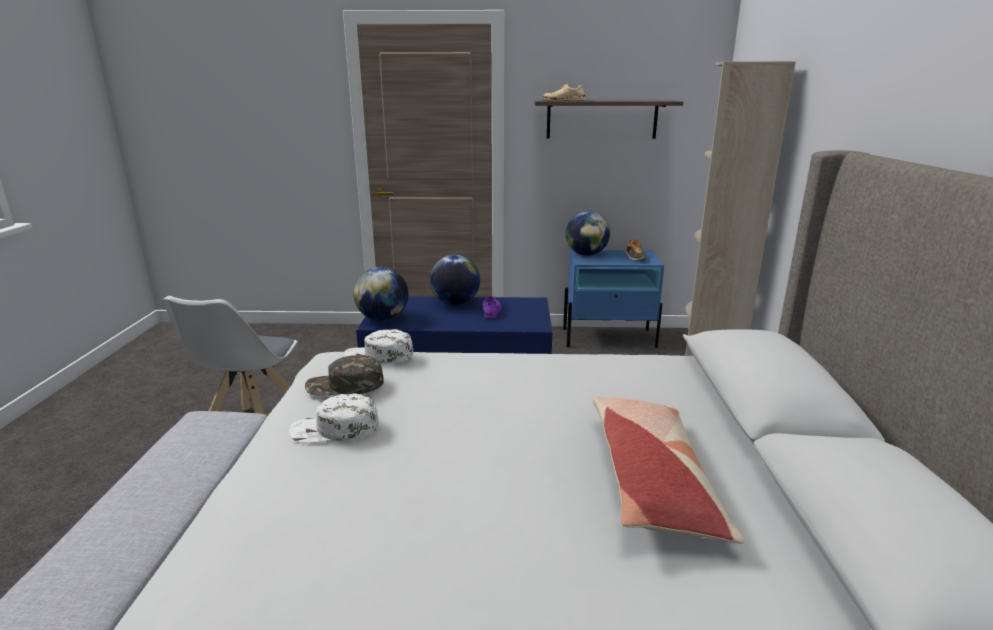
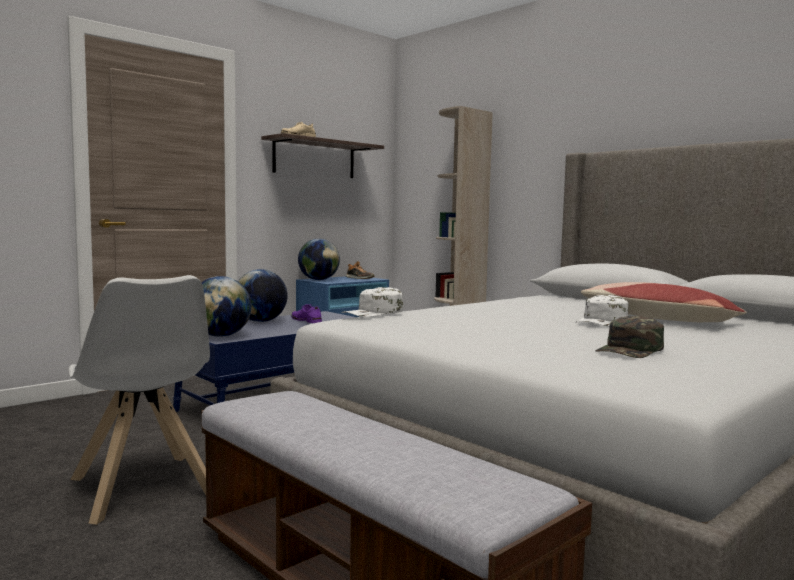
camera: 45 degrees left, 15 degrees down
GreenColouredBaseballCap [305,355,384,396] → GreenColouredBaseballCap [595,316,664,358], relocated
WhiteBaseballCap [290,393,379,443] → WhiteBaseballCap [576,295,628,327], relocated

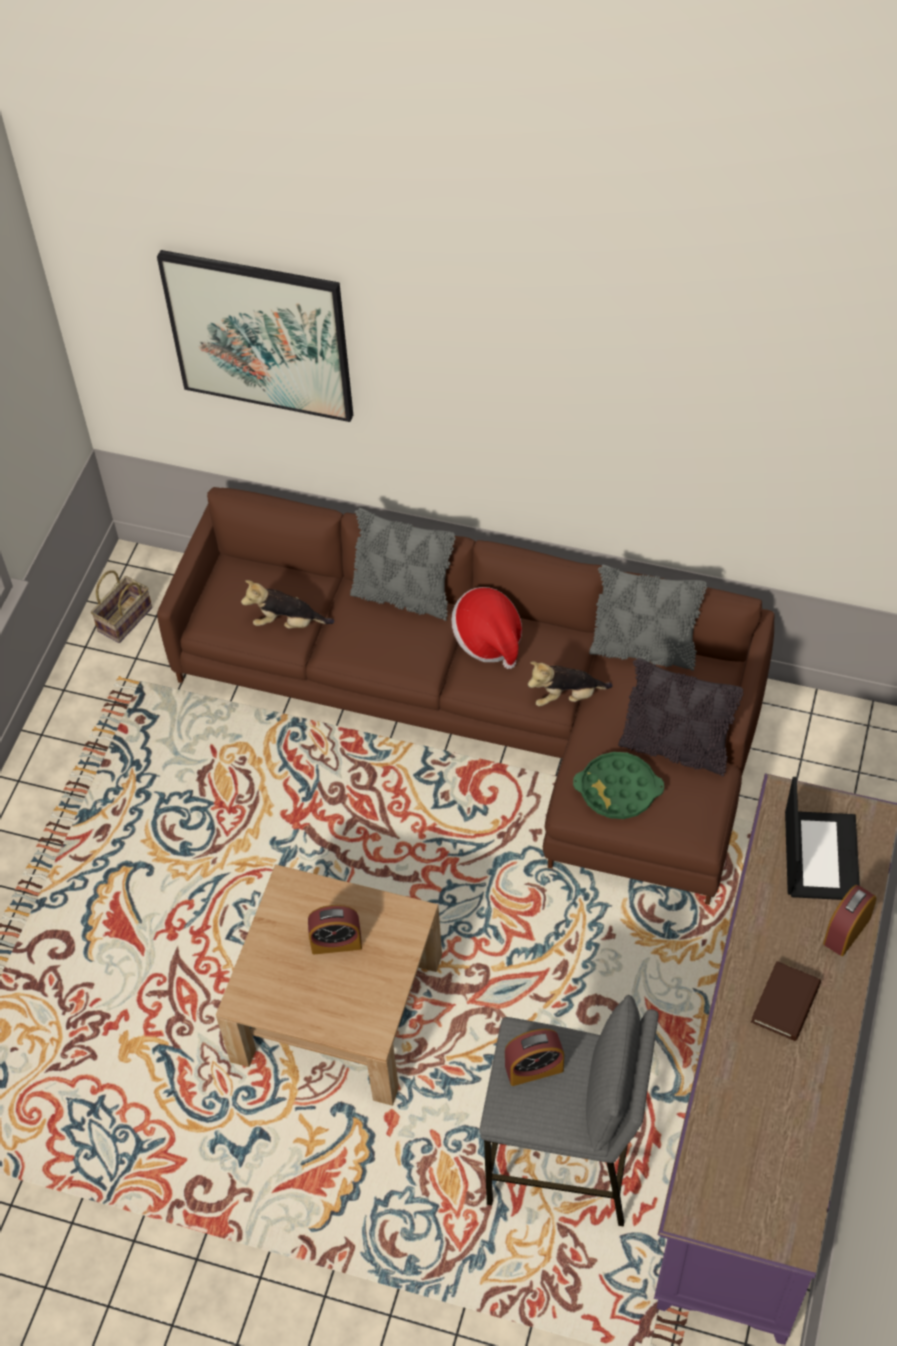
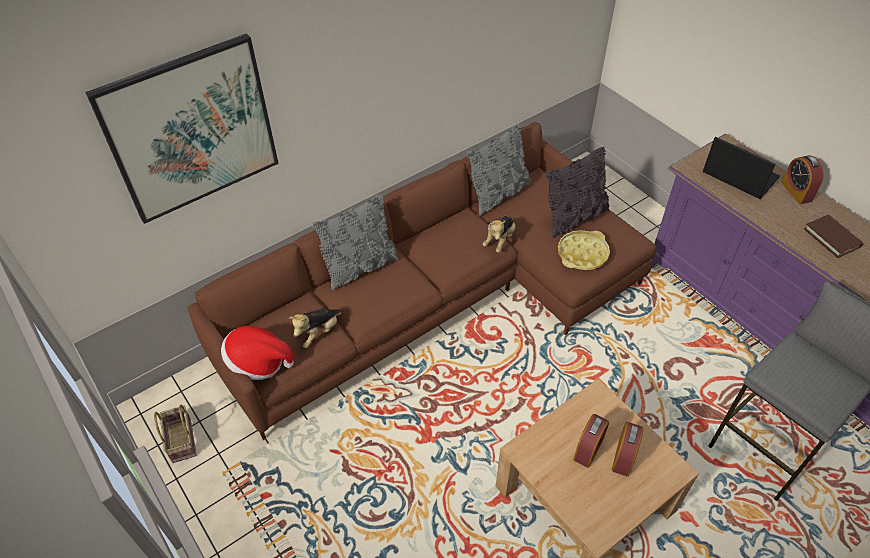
camera: 55 degrees left, 5 degrees down
ClothingHat [451,587,522,669] → ClothingHat [221,326,294,380], relocated
GreenColouredCarryingTray [573,752,664,819] → YellowishCarryingTray [558,230,610,270]
BedsideClock [505,1029,564,1086] → BedsideClock [612,422,643,477], relocated

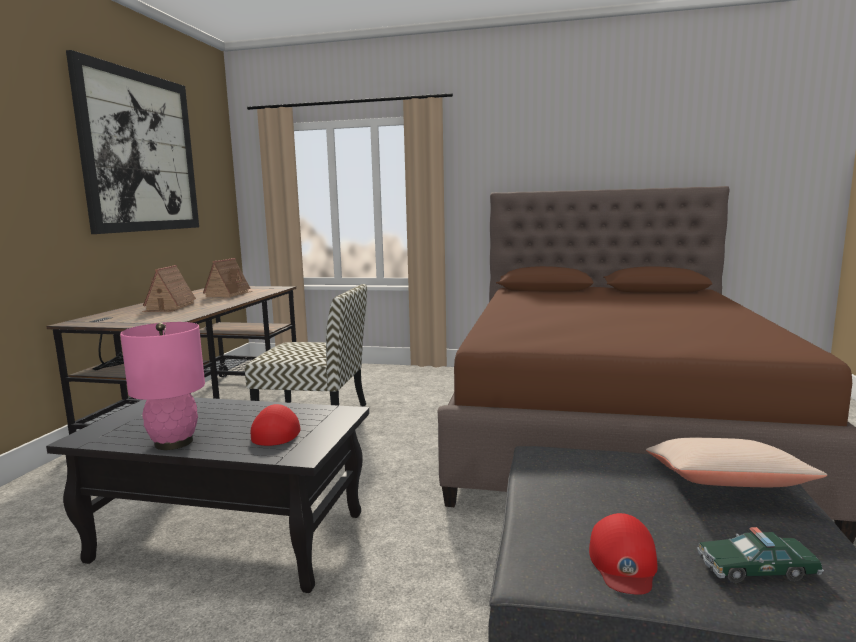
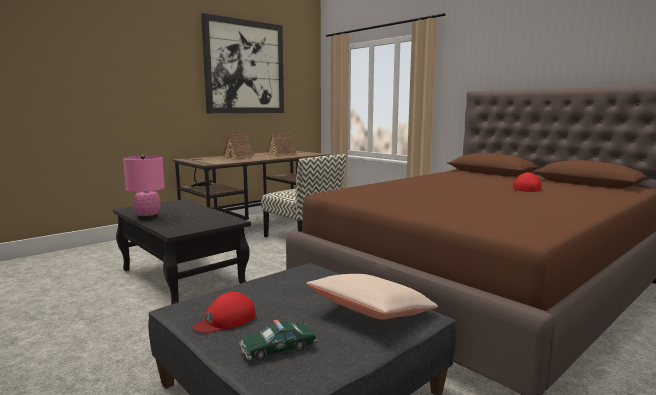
camera: 35 degrees right, 0 degrees up
RedColouredBaseballCap [251,404,301,446] → RedColouredBaseballCap [513,172,542,192], relocated
MiniatureCar [697,527,824,583] → MiniatureCar [239,319,317,361], 60 degrees counterclockwise

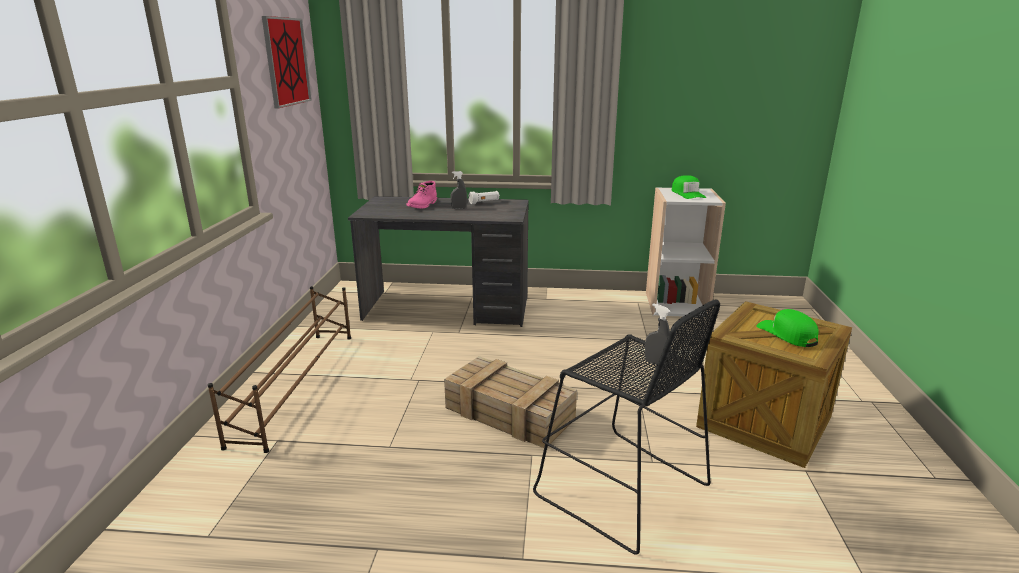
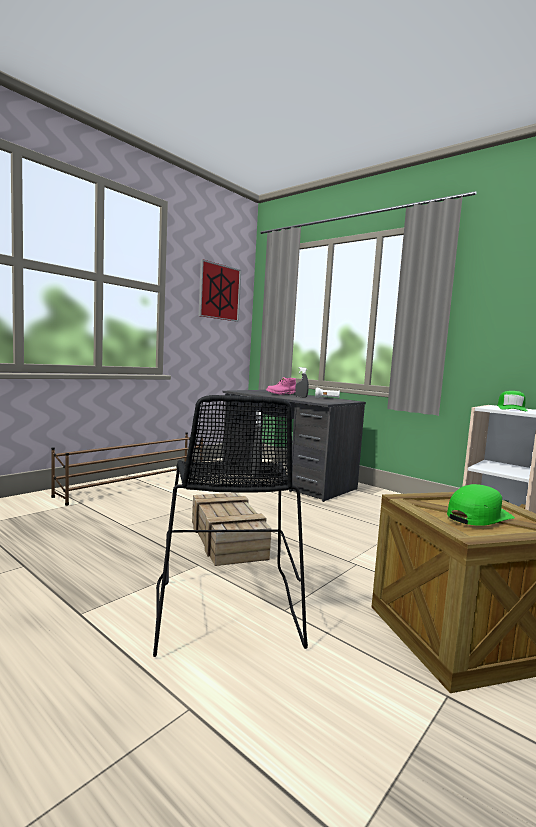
camera: 35 degrees right, 15 degrees down
GreenColouredBaseballCap [756,309,819,347] → GreenColouredBaseballCap [447,484,515,526], 45 degrees clockwise

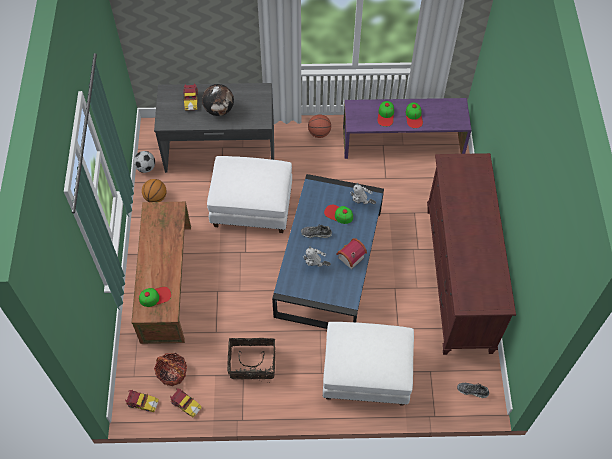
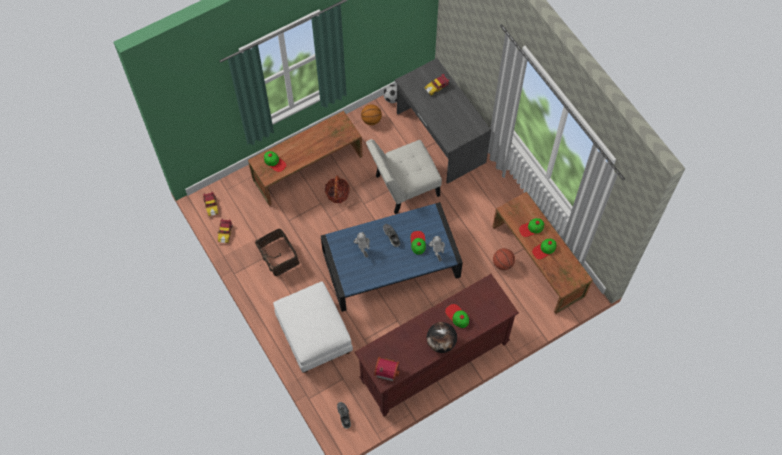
camera: 60 degrees right, 5 degrees up
Globe [202,84,234,116] → Globe [427,322,457,353], relocated
PurpleColouredIndoorBench [343,98,471,159] → BrownIndoorBench [493,192,593,314]
Basketball [308,114,331,138] → Basketball [493,248,515,270], relocated
WhitePouffe [207,156,292,233] → WhiteUprightChair [366,139,442,214]
MiniatureHouse [336,238,367,269] → MiniatureHouse [374,357,400,381], relocated
Basket [154,353,187,386] → Basket [325,176,350,203], relocated
- → BaseballCap [445,304,469,328]

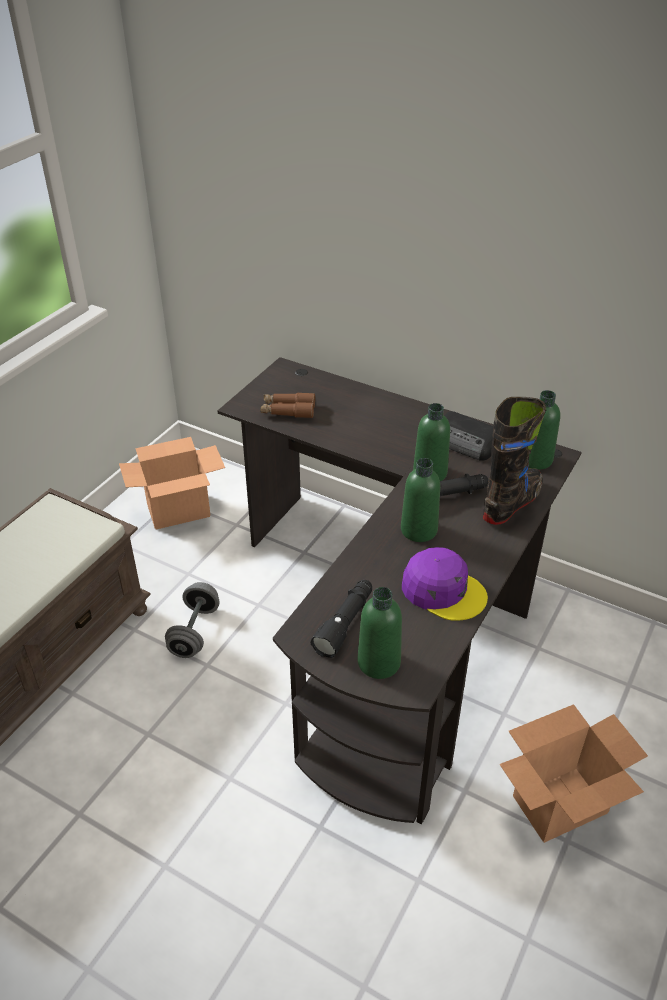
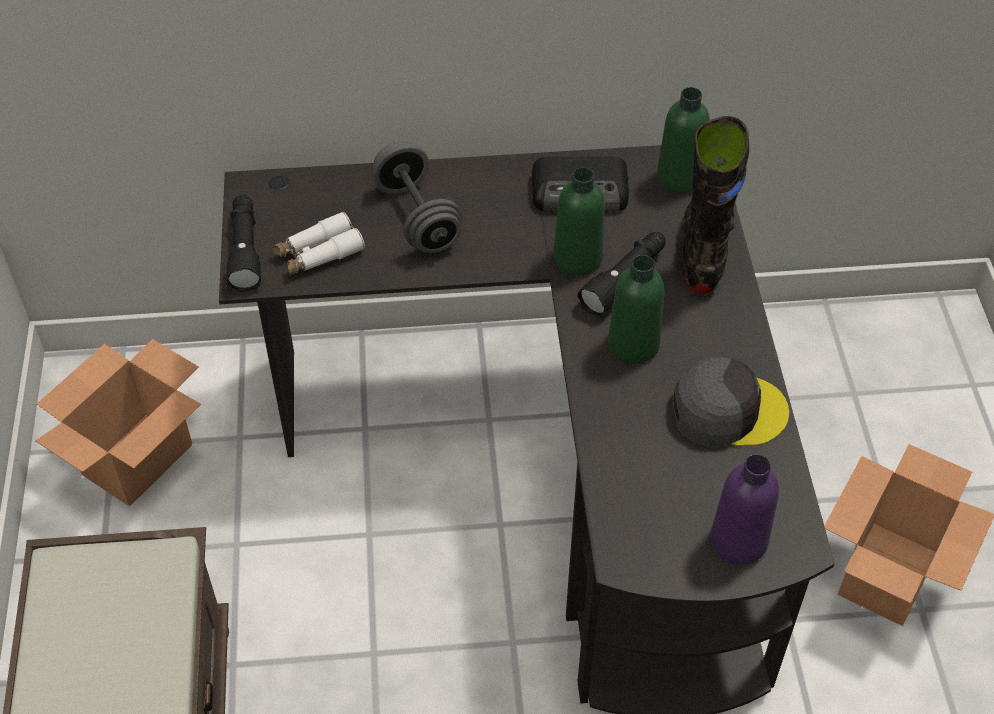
camera: 35 degrees left, 10 degrees up
BrownFieldGlasses [260,393,315,418] → WhiteFieldGlasses [272,212,365,276]
PurpleColouredBaseballCap [402,547,488,621] → GreyBaseballCap [672,356,789,446]
BlackColouredHandTorch [310,580,372,658] → BlackColouredHandTorch [227,195,261,292], relocated
GreyHandWeight [165,582,220,658] → GreyHandWeight [372,141,462,253], relocated
GreenColouredDrinkBottle [358,587,402,679] → PurpleColouredDrinkBottle [710,454,779,565]

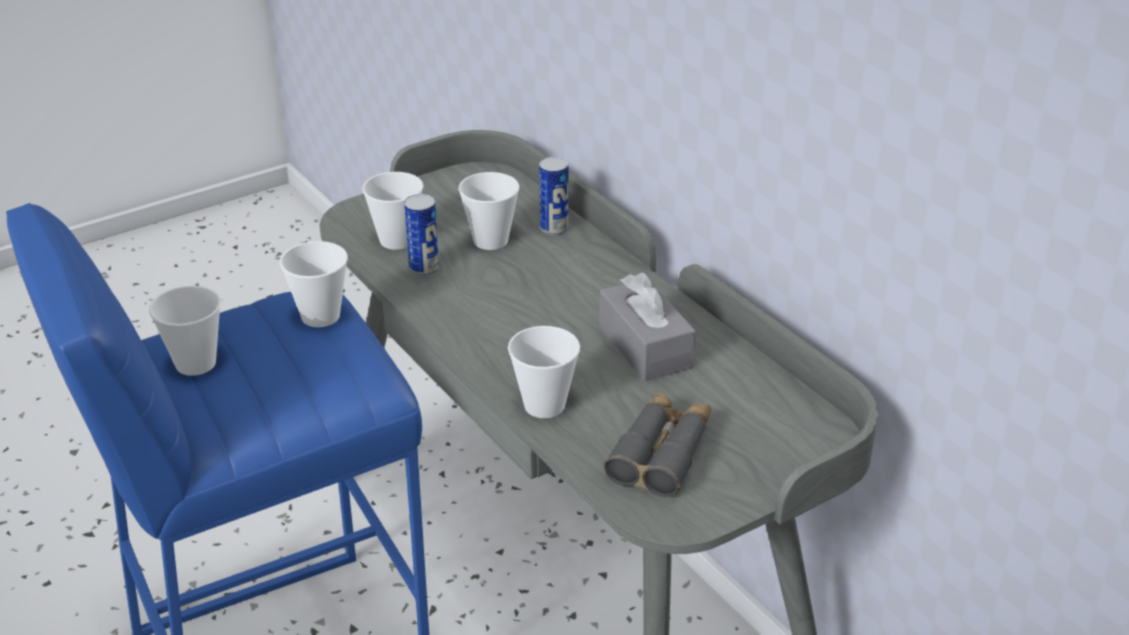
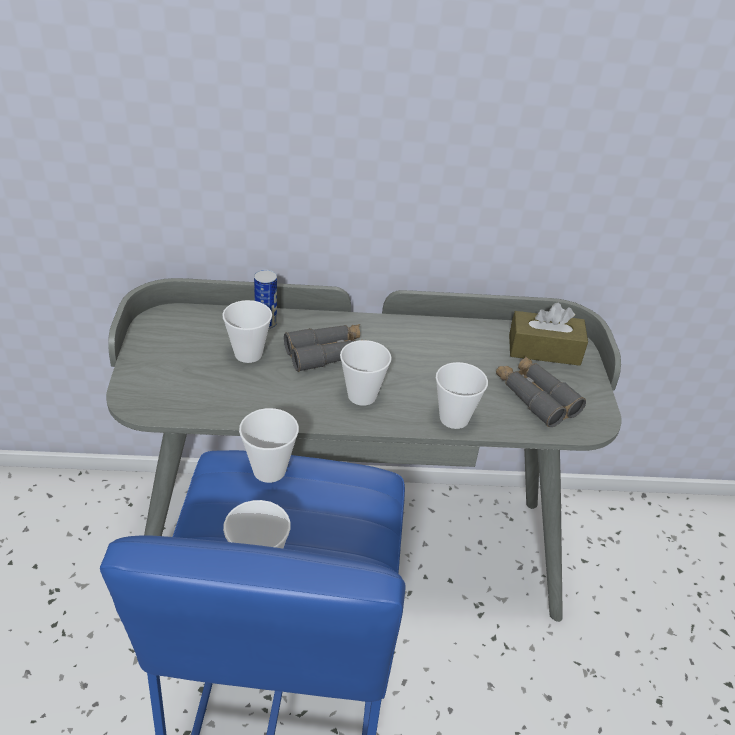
camera: 60 degrees left, 5 degrees up
SmallCup [362,172,424,250] → SmallCup [340,340,392,406], relocated
SealedCan [404,194,439,276] → -
GreyTissueBox [599,272,696,381] → -
- → BrownTissueBox [509,303,588,366]
- → GreyFieldGlasses [284,324,360,372]

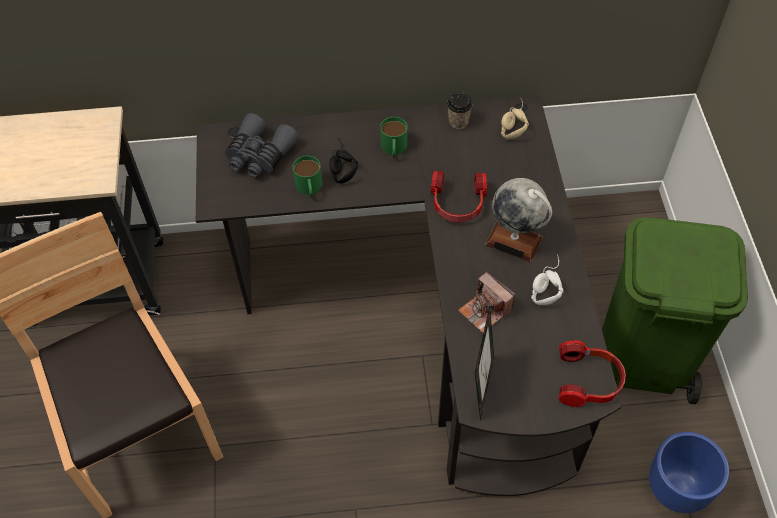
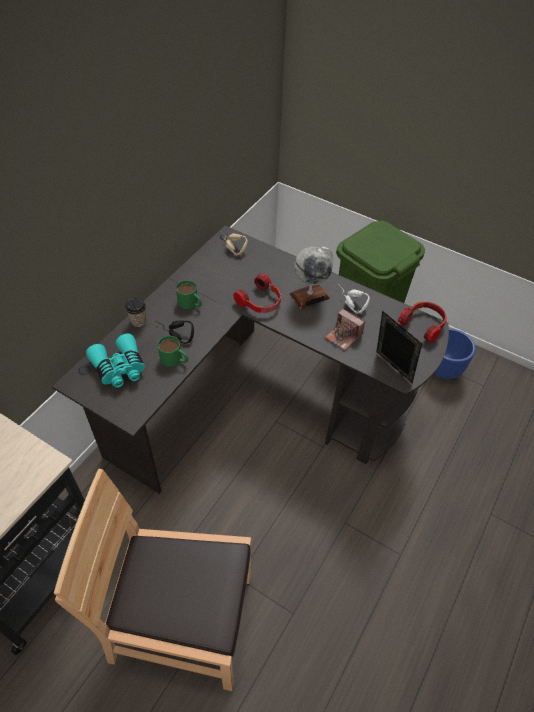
camera: 55 degrees left, 5 degrees down
SmallCup [447,92,473,129] → SmallCup [125,298,147,327], relocated
GreyFieldGlasses [225,113,299,177] → BlueGreenFieldGlasses [86,333,145,388]
StillCamera [458,272,516,333] → StillCamera [325,309,365,350], 45 degrees clockwise

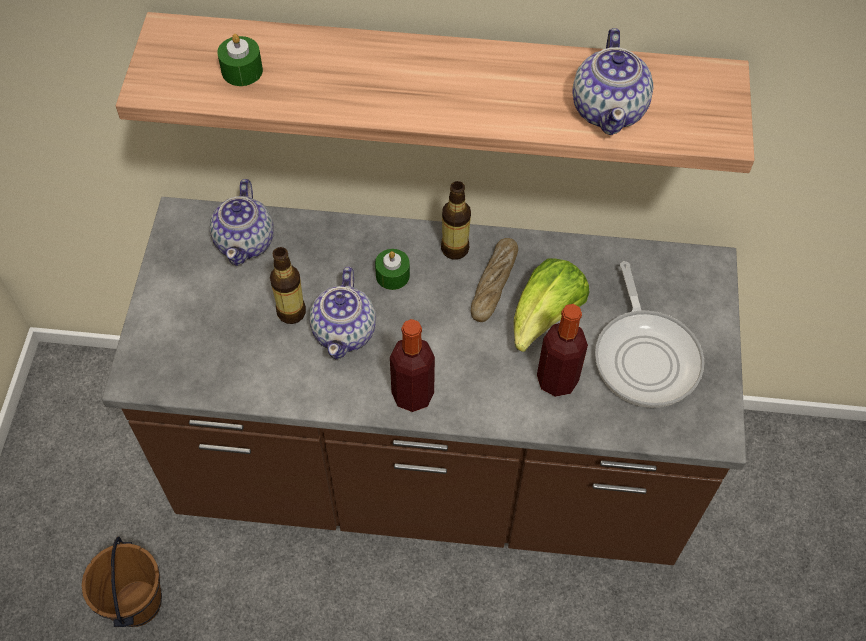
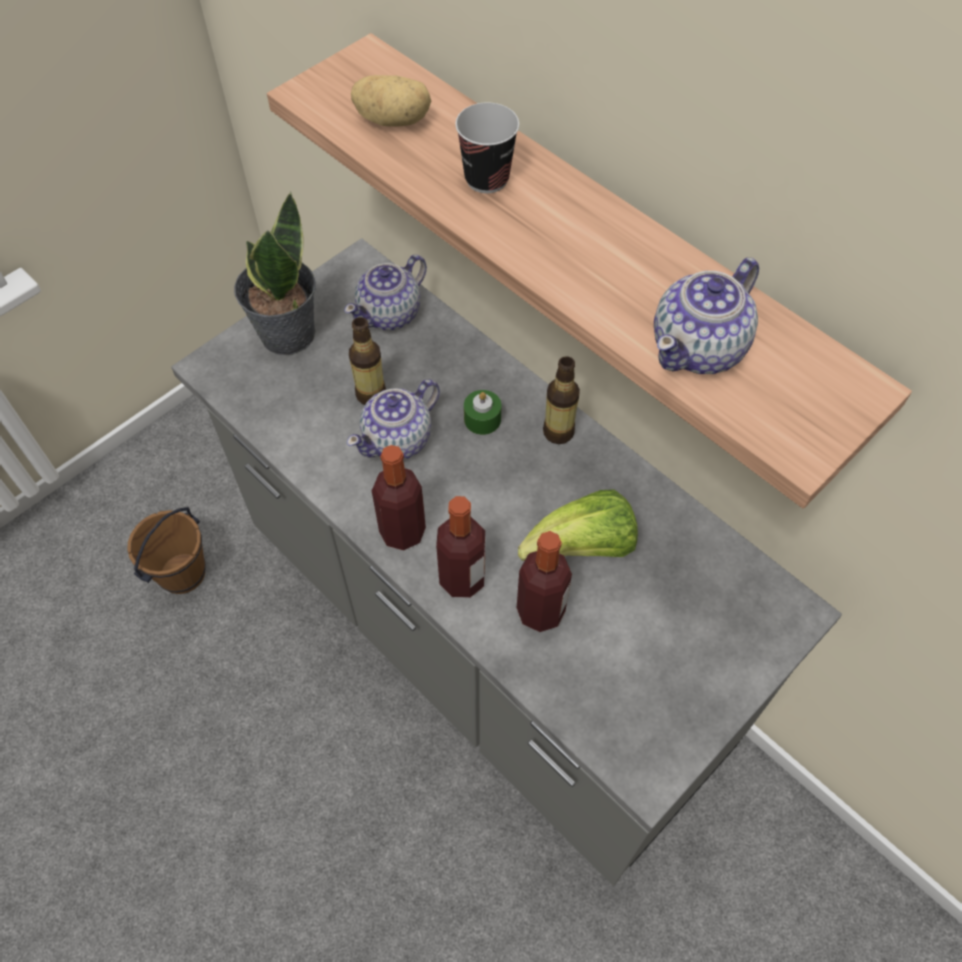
camera: 40 degrees right, 0 degrees up
GreenColouredCandle [217,34,263,86] → Potato [351,75,431,127]
BrownKitchenBaseUnit [102,197,746,565] → GreyKitchenBaseUnit [171,238,842,886]
BakedBread [471,238,518,322] → -
Pan [595,261,704,408] → -
- → SmallCup [455,103,519,193]
- → PlantInAPot [234,192,316,355]
- → DrinkBottle [436,496,485,598]

